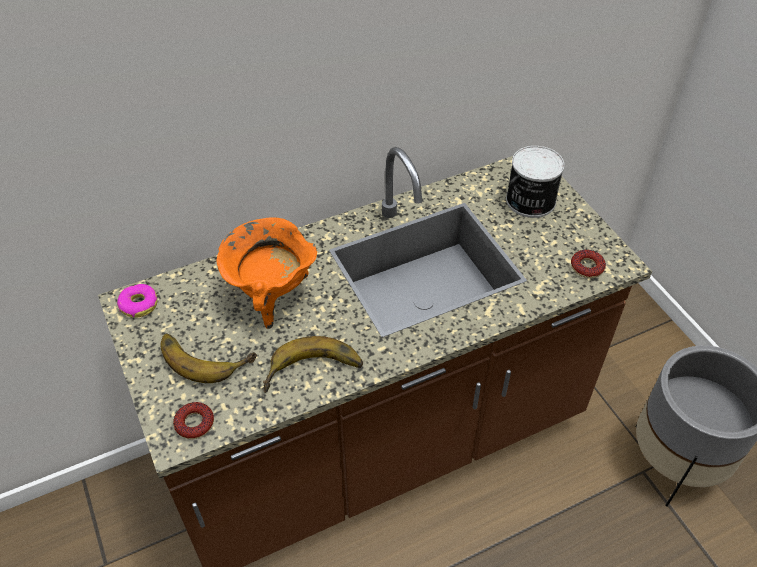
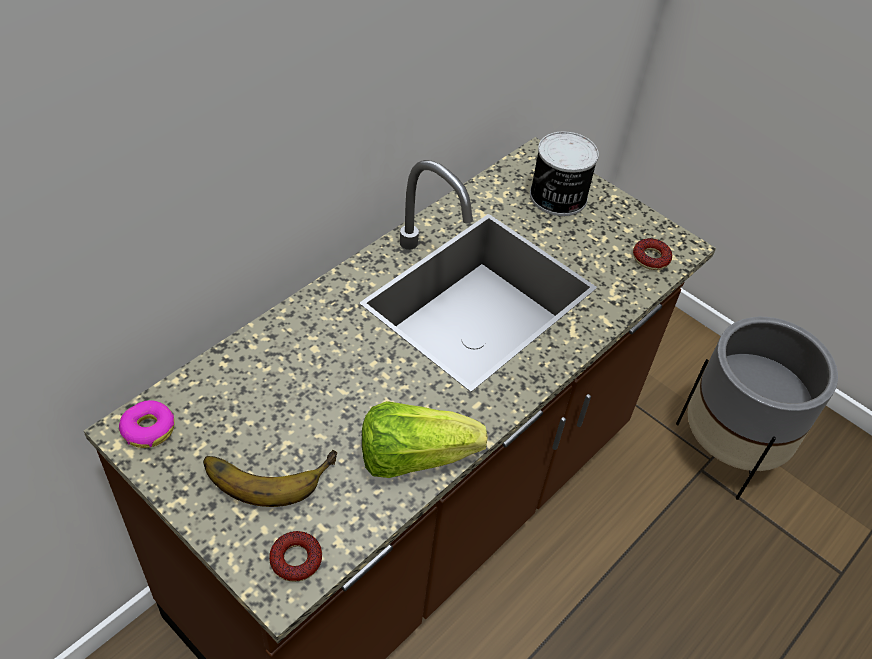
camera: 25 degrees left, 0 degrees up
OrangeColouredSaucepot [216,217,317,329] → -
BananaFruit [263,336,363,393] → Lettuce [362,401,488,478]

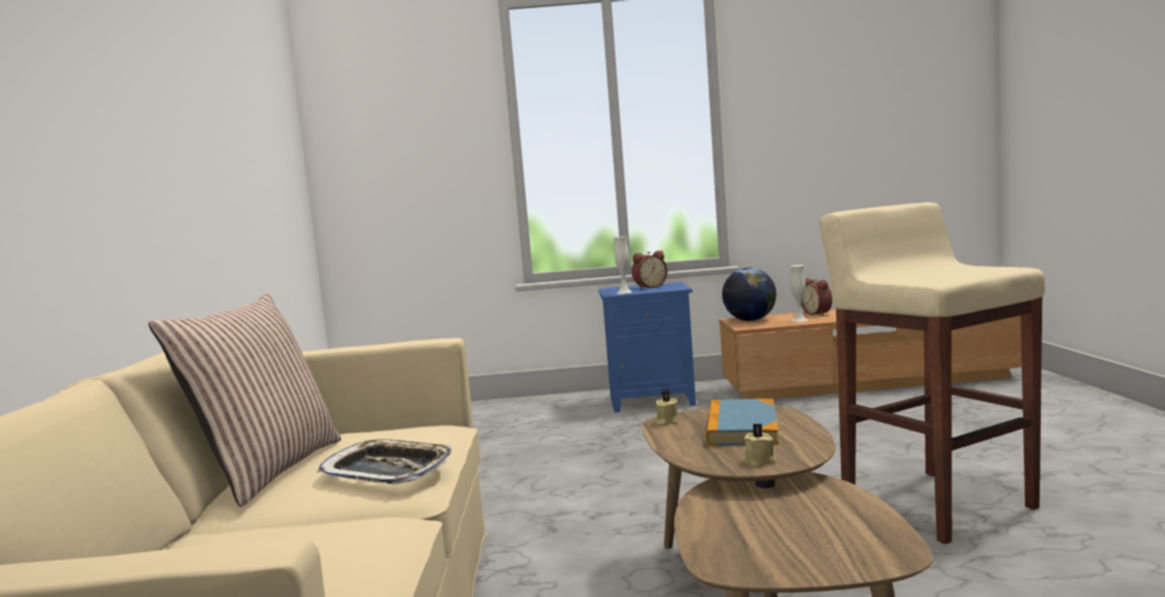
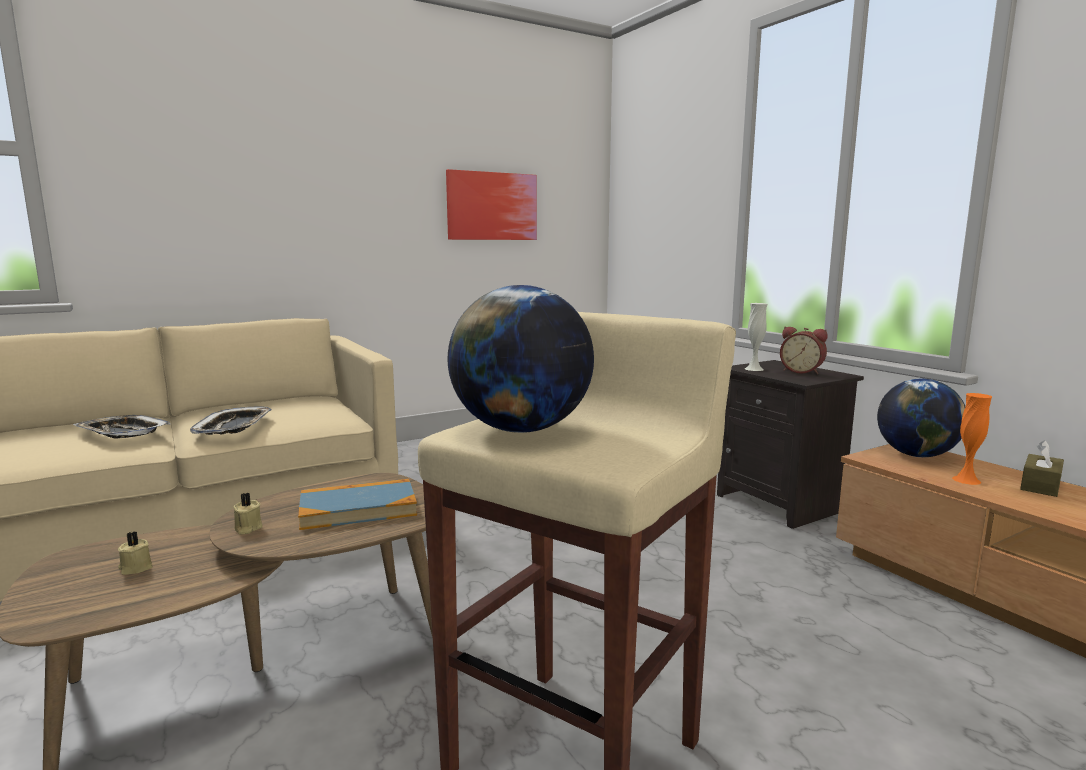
camera: 60 degrees right, 5 degrees up
WhiteDecorativeVase [790,265,807,322] → OrangeColouredDecorativeVase [952,393,992,485]
BedsideClock [801,278,832,315] → BrownTissueBox [1020,440,1064,497]
BlueNightstand [599,282,696,412] → BlackColouredNightstand [717,360,864,529]
ThrowPillow [148,294,341,507] → -
SandColouredCandle [656,390,678,425] → SandColouredCandle [118,532,153,575], relocated
- → Picture [446,169,537,240]
- → Globe [448,285,594,433]
- → CarryingTray [73,415,171,439]

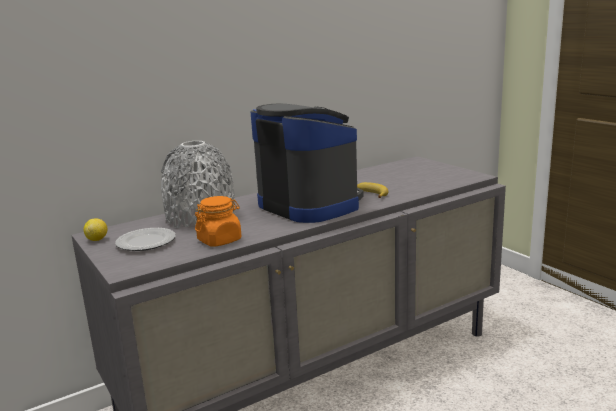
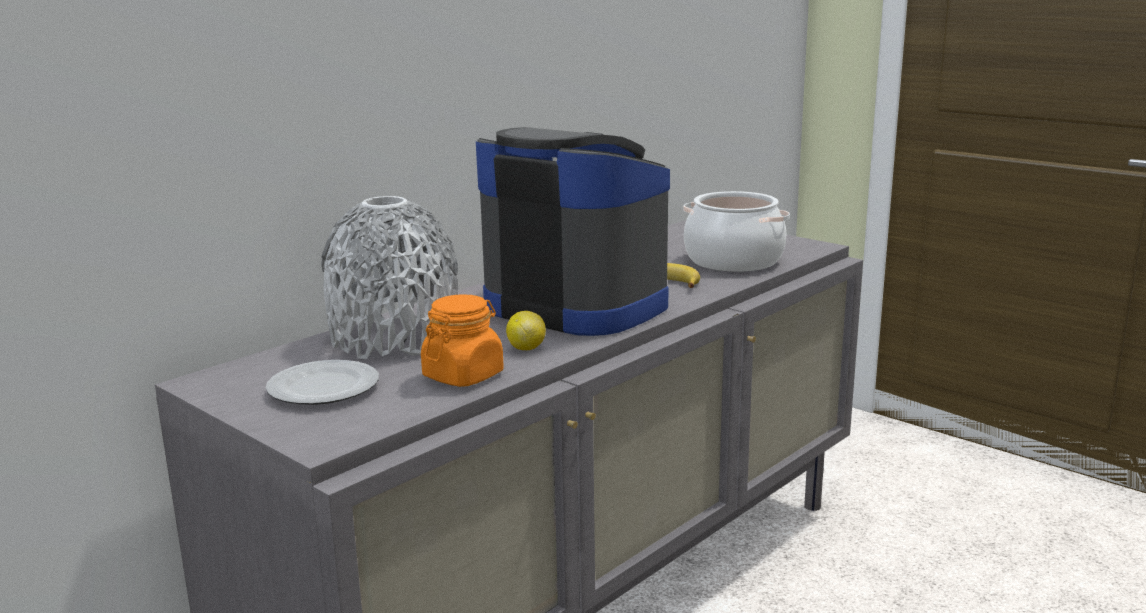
camera: 15 degrees left, 0 degrees up
Lemon [84,218,108,241] → Lemon [506,311,546,350], relocated
- → Saucepot [683,191,790,272]

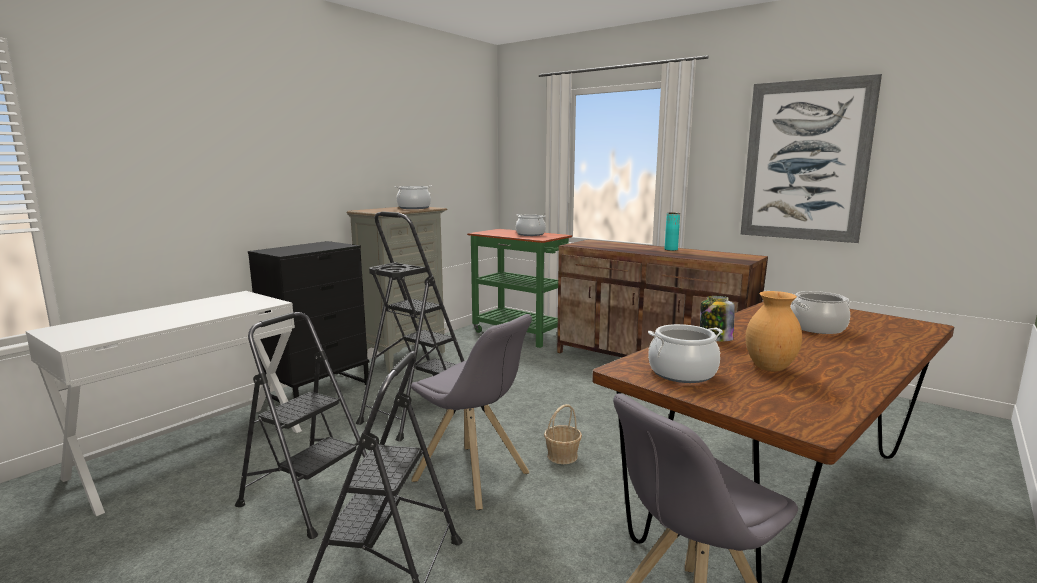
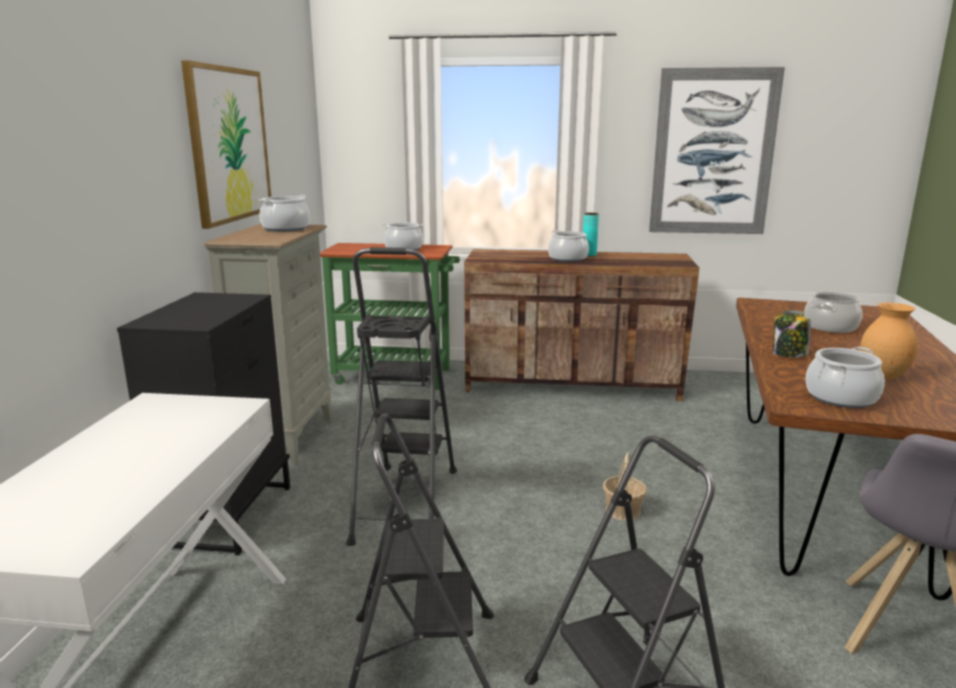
camera: 30 degrees left, 5 degrees up
GreyUprightChair [411,314,532,510] → -
- → Picture [181,60,271,229]
- → Saucepot [548,230,589,262]

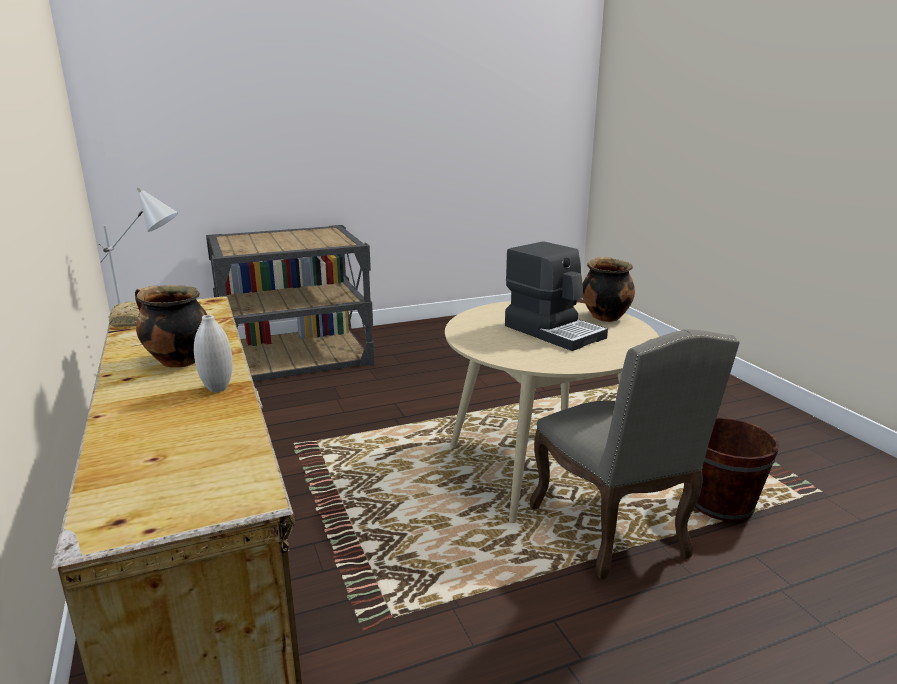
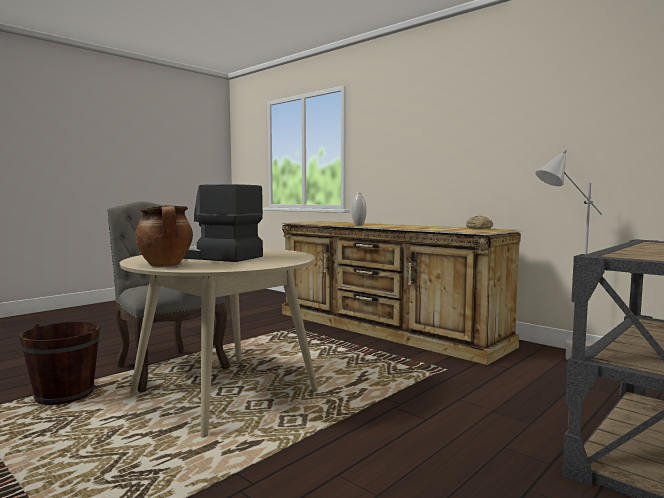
camera: 155 degrees right, 15 degrees down
Saucepot [135,285,207,368] → -

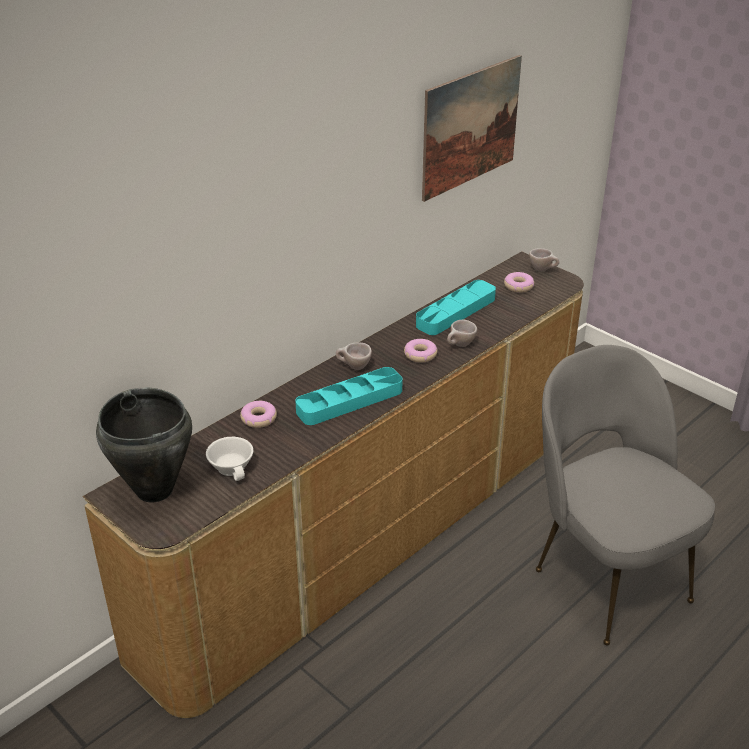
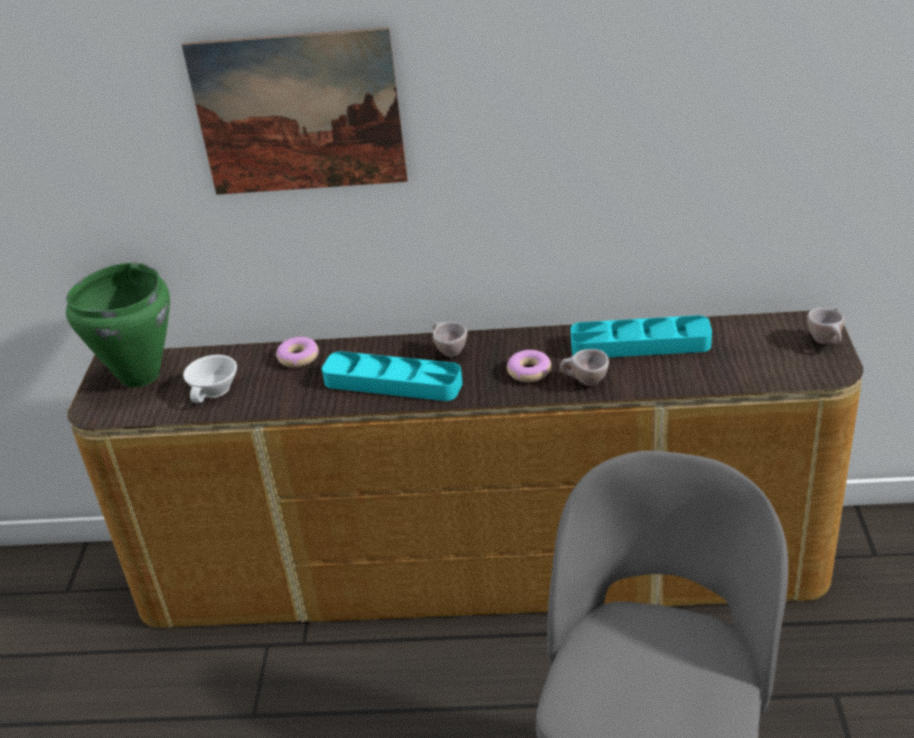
camera: 50 degrees right, 0 degrees up
Picture [422,55,522,202] → Picture [182,27,408,195], relocated
Donut [504,272,534,293] → -
BlackColouredSaucepot [96,388,192,502] → GreenColouredSaucepot [66,262,170,387]

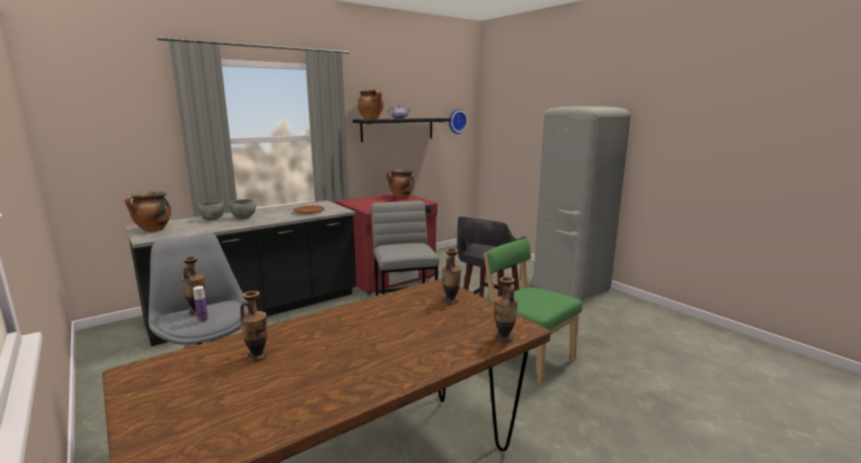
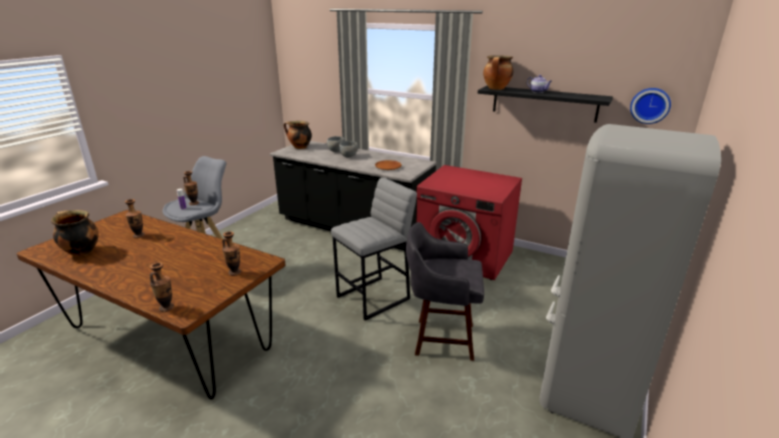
camera: 65 degrees right, 10 degrees up
Saucepot [386,169,414,198] → Saucepot [51,210,99,257], relocated
GreenColouredUprightChair [484,239,582,384] → -

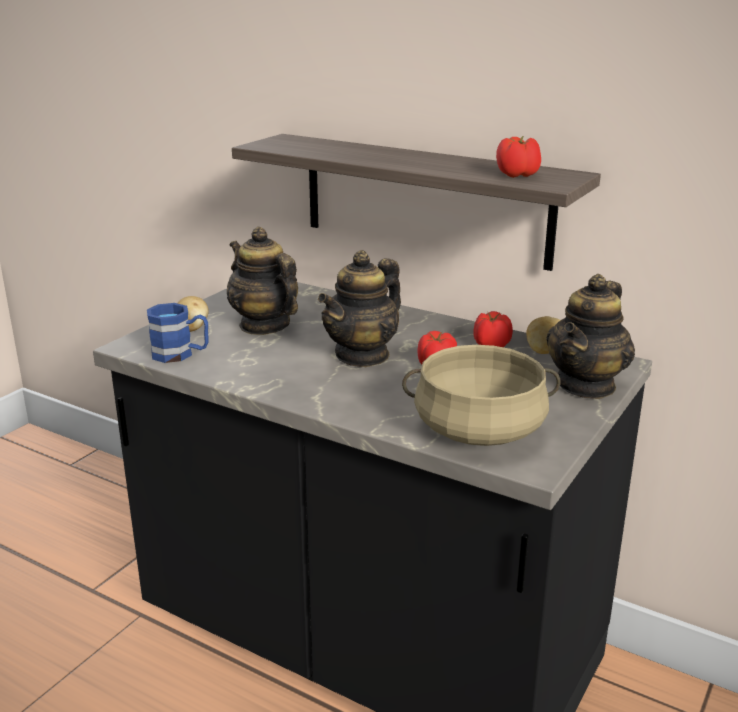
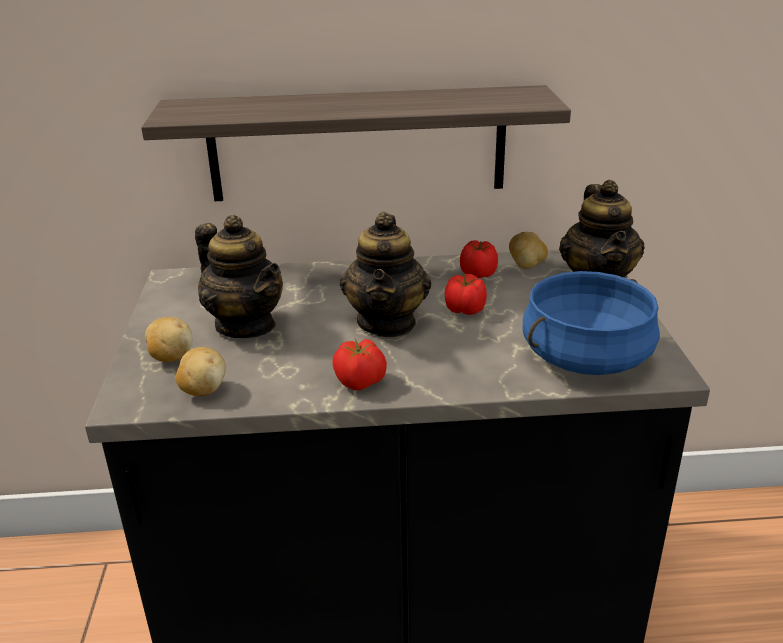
camera: 35 degrees left, 5 degrees up
FreshTomato [496,136,541,178] → FreshTomato [332,339,387,390], relocated
TeaPot [227,227,298,335] → TeaPot [195,215,283,338], 150 degrees counterclockwise
BlueTeaMug [147,303,208,363] → Potato [176,347,226,396]
SandColouredSaucepot [402,345,560,446] → BlueSaucepot [523,271,660,375]

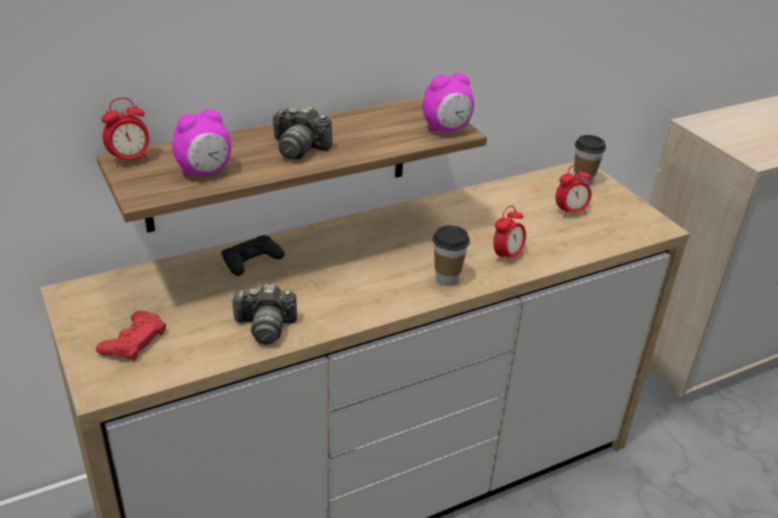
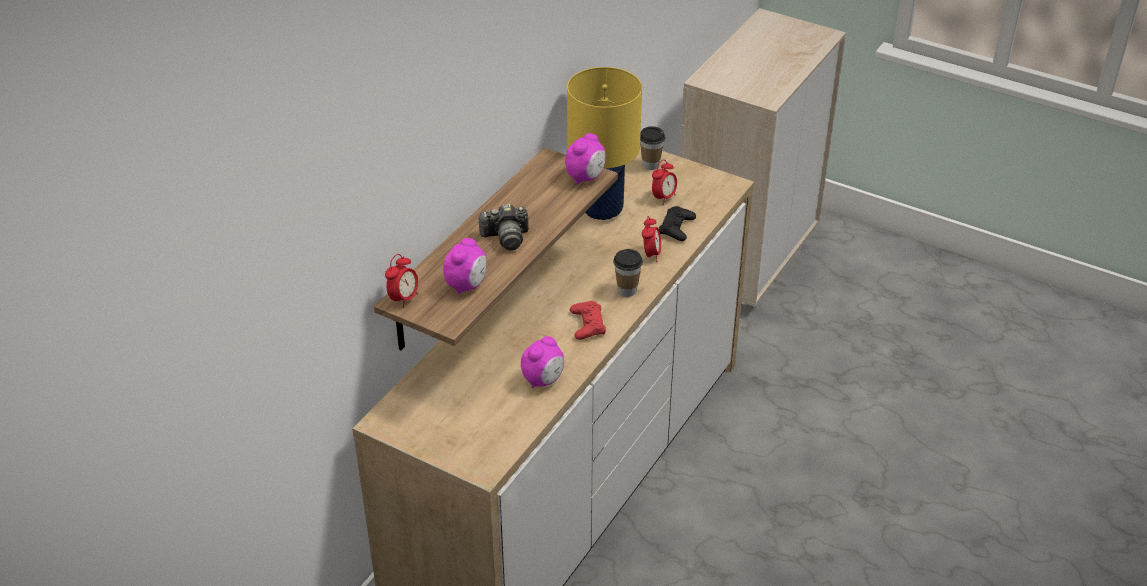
camera: 30 degrees left, 5 degrees up
BlackColouredGameController [221,235,285,276] → BlackColouredGameController [659,206,696,241], relocated
StillCamera [231,284,297,345] → BedsideClock [521,336,564,388]
RedColouredGameController [96,311,166,361] → RedColouredGameController [570,301,606,340], relocated
- → YellowishLampForATable [567,67,642,220]

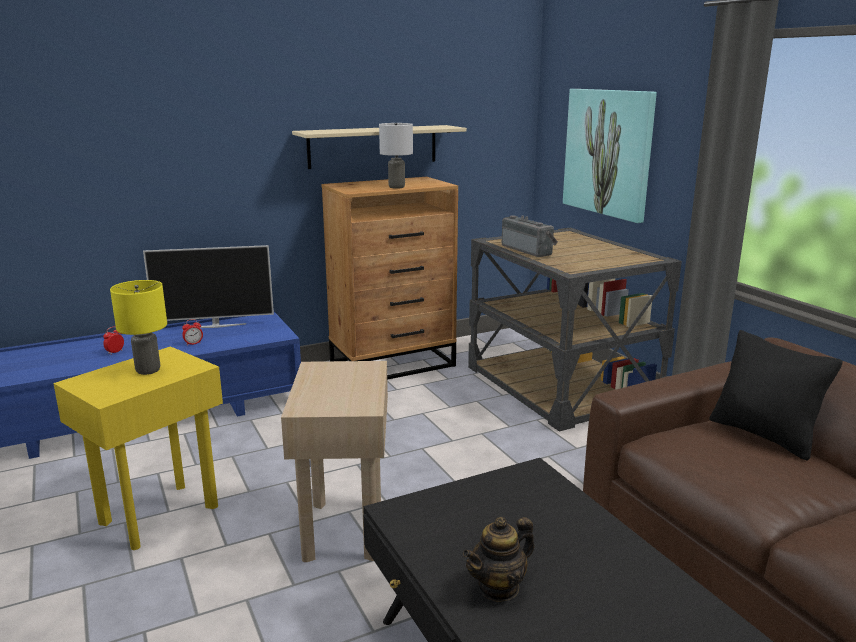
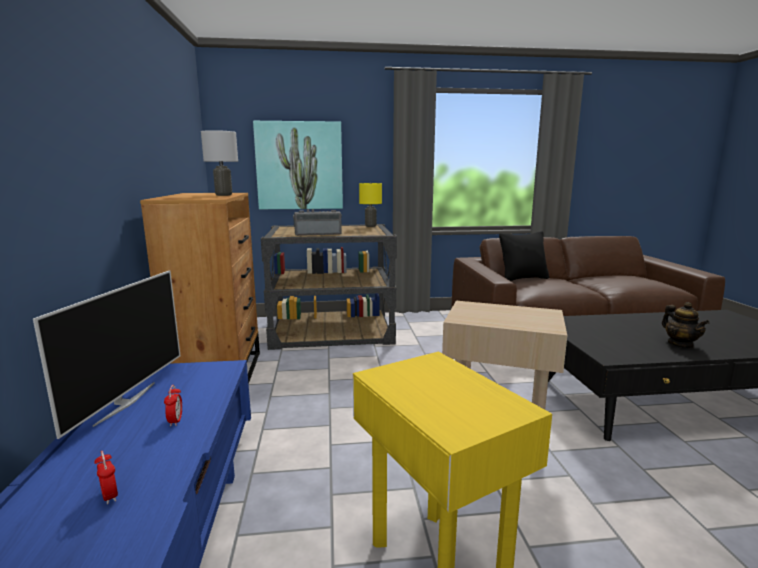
camera: 70 degrees left, 5 degrees down
SandColouredBracketShelf [292,125,467,169] → -
YellowishLampForATable [110,280,167,375] → YellowishLampForATable [359,183,382,227], relocated

